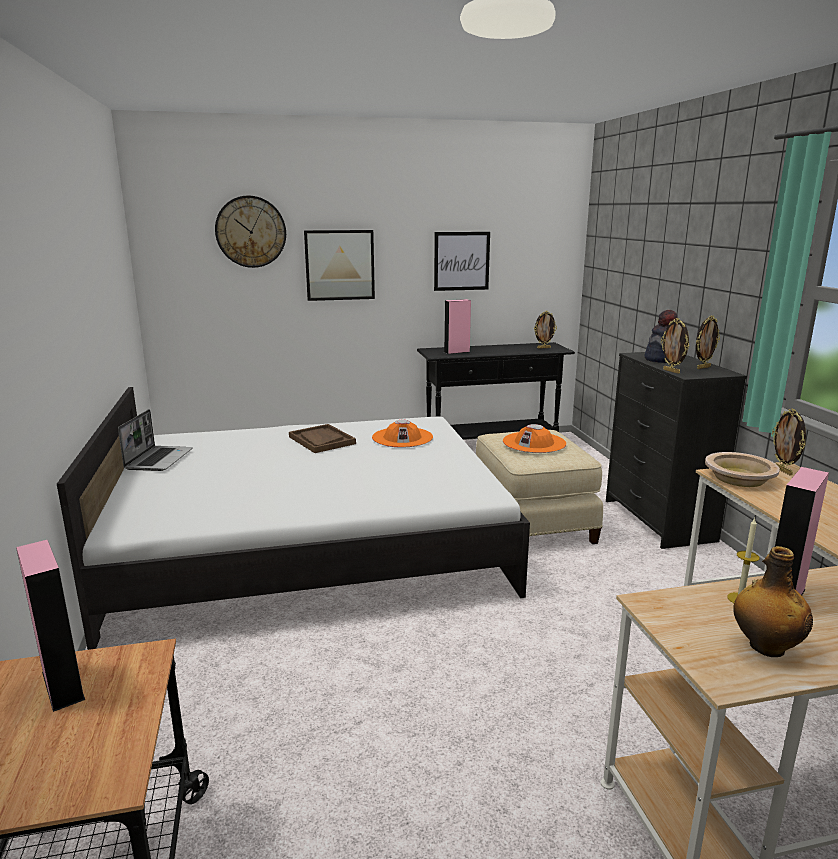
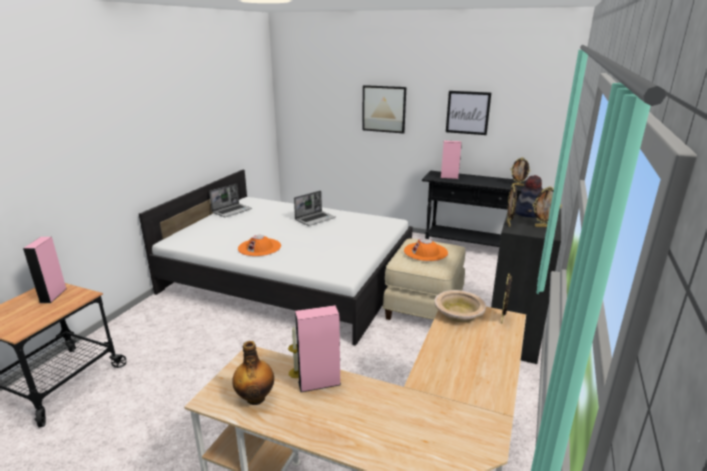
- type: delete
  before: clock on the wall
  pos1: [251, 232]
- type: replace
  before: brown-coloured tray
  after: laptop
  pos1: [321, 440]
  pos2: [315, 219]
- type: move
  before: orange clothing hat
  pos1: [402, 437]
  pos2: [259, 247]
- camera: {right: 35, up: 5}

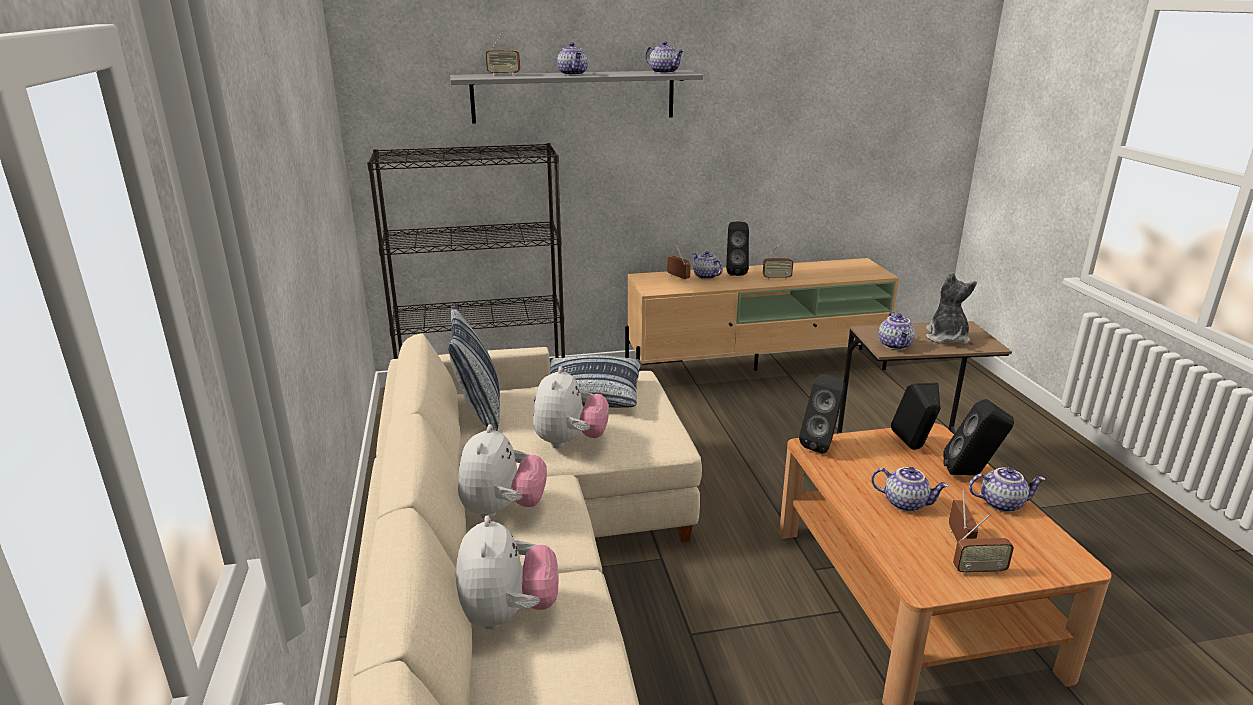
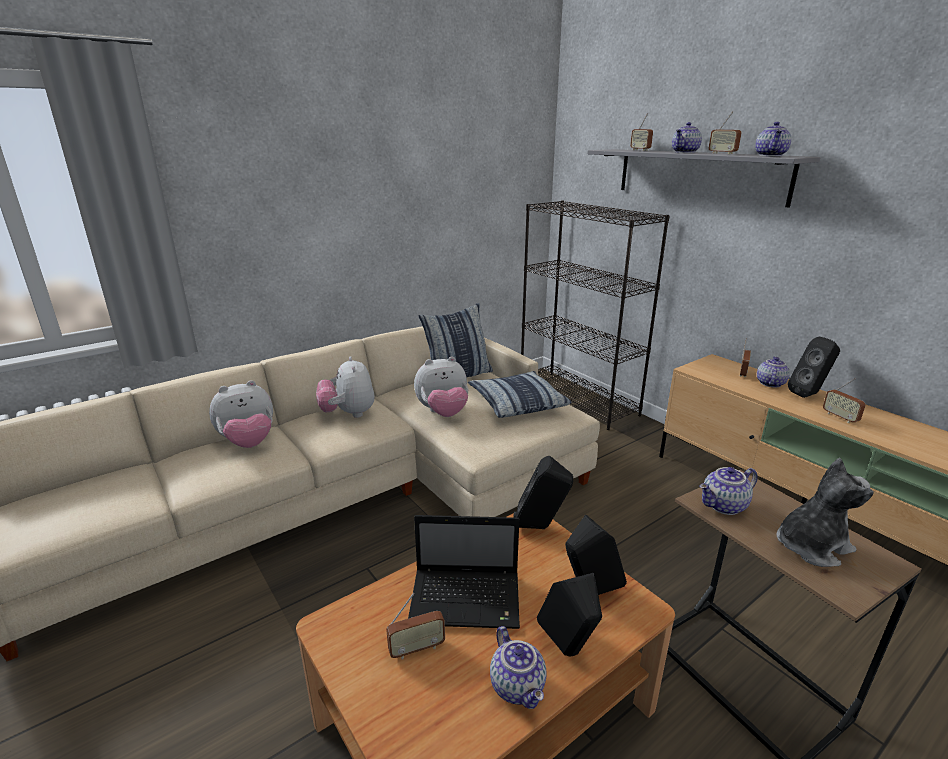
- type: rotate
  before: plush toy
  pos1: [502, 510]
  pos2: [348, 414]
  turn: 90
- type: replace
  before: pot for tea
  after: laptop
  pos1: [905, 503]
  pos2: [468, 599]
- type: move
  before: radio
  pos1: [979, 570]
  pos2: [722, 153]
- camera: {right: 65, up: 0}

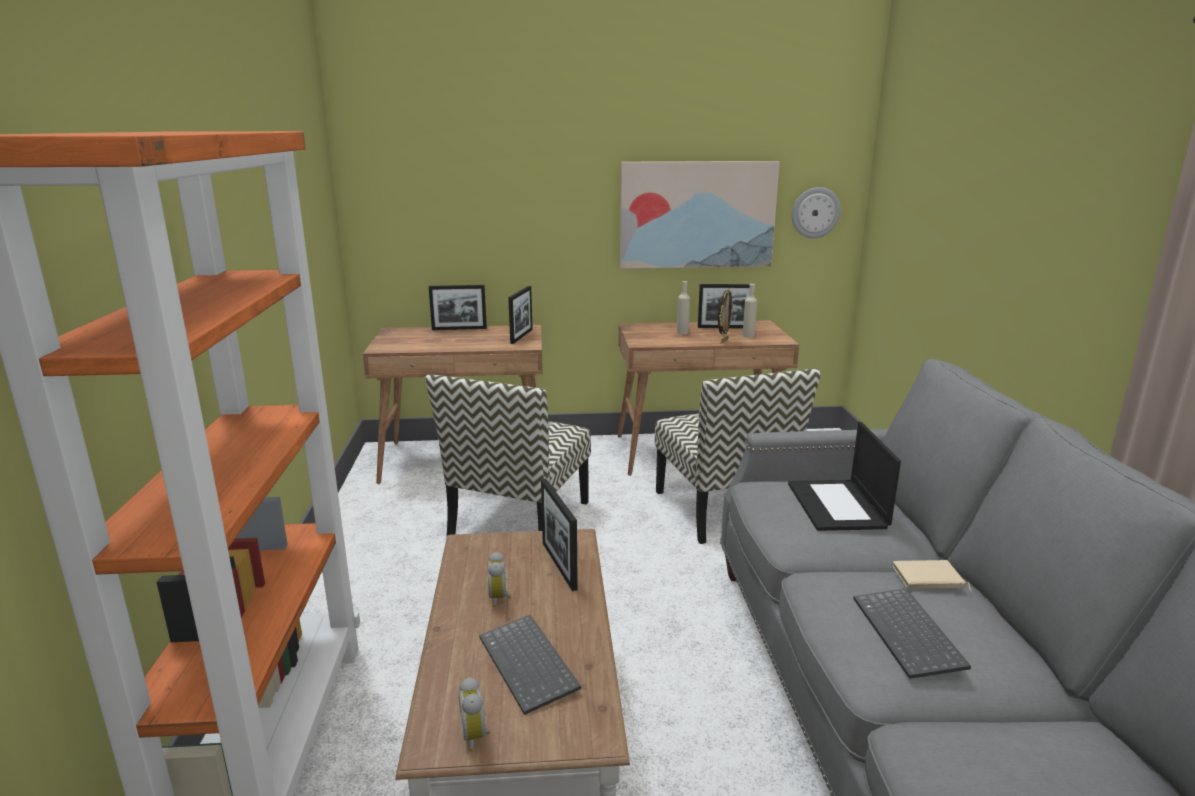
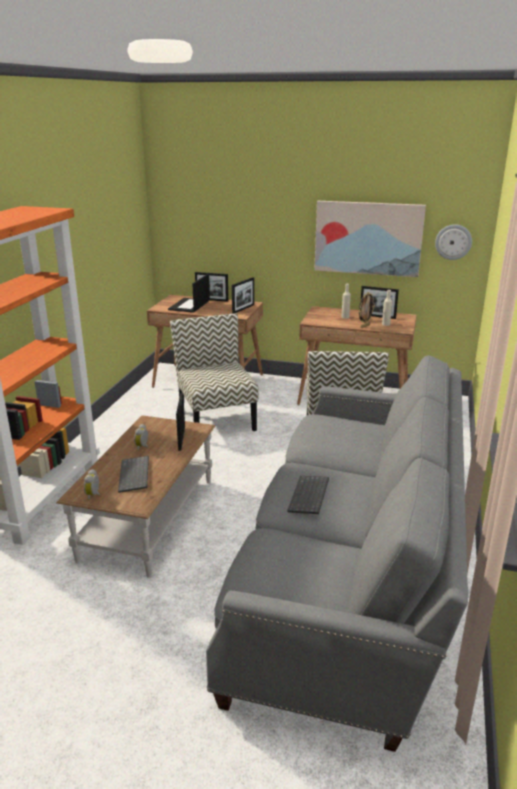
- type: rotate
  before: plain chair
  pos1: [519, 520]
  pos2: [216, 419]
  turn: 120
- type: move
  before: laptop
  pos1: [838, 506]
  pos2: [189, 306]
- type: delete
  before: beige book
  pos1: [928, 579]
- camera: {right: 20, up: 5}

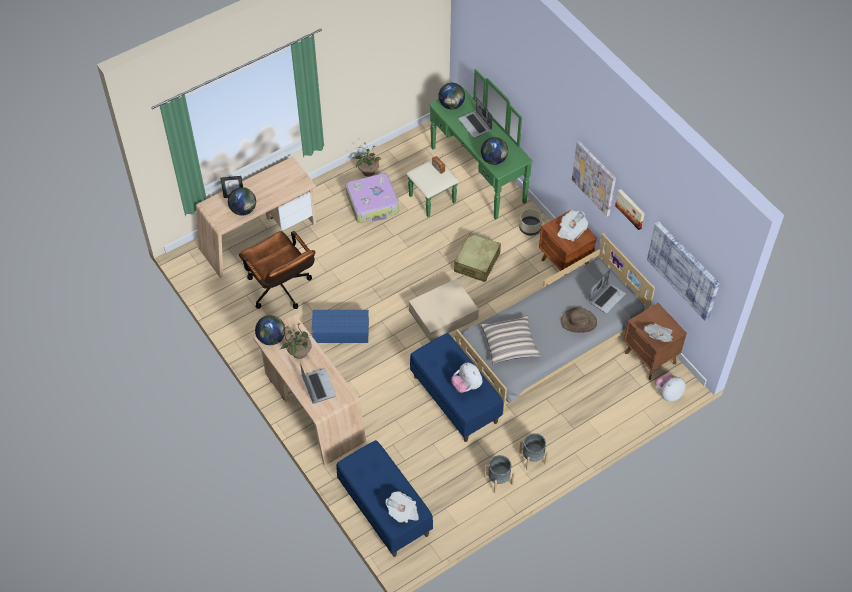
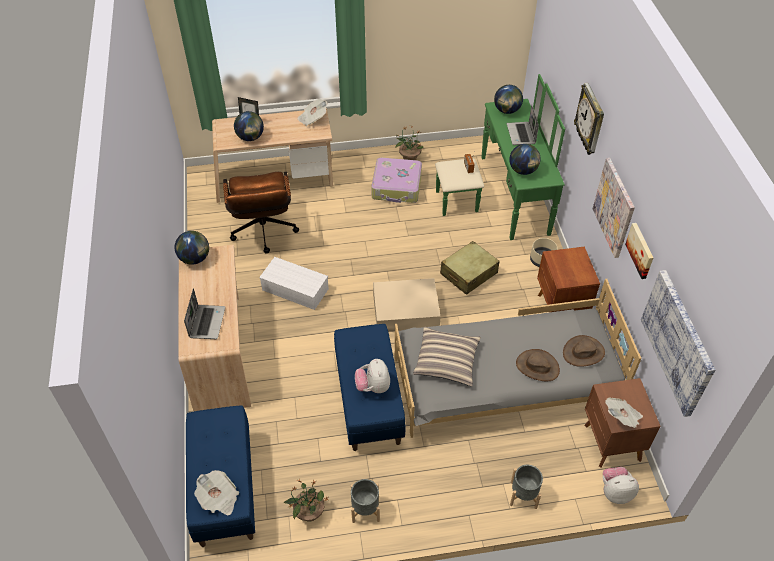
- type: move
  before: potted plant
  pos1: [299, 352]
  pos2: [309, 512]
- type: recolor
  before: bluish storage container
  after: white storage container
  pos1: [342, 330]
  pos2: [296, 289]
- type: move
  before: gray planter
  pos1: [532, 458]
  pos2: [523, 495]
- type: move
  before: newspaper
  pos1: [571, 230]
  pos2: [312, 118]
- type: replace
  before: laptop
  after: brown-coloured clothing hat
  pos1: [606, 297]
  pos2: [583, 352]
- type: insert
  after: clock on the wall
  pos2: [590, 120]
- camera: {right: 25, up: -5}

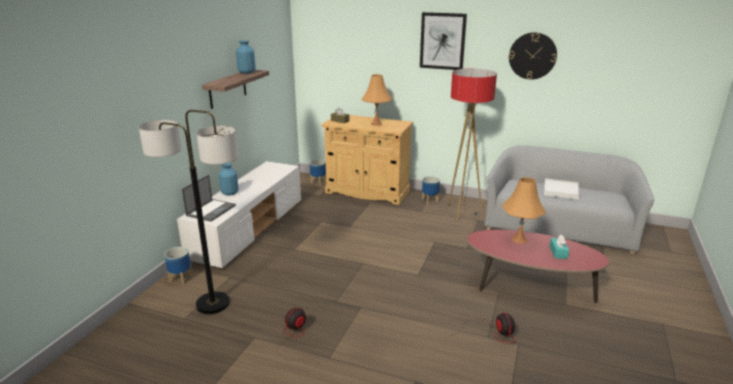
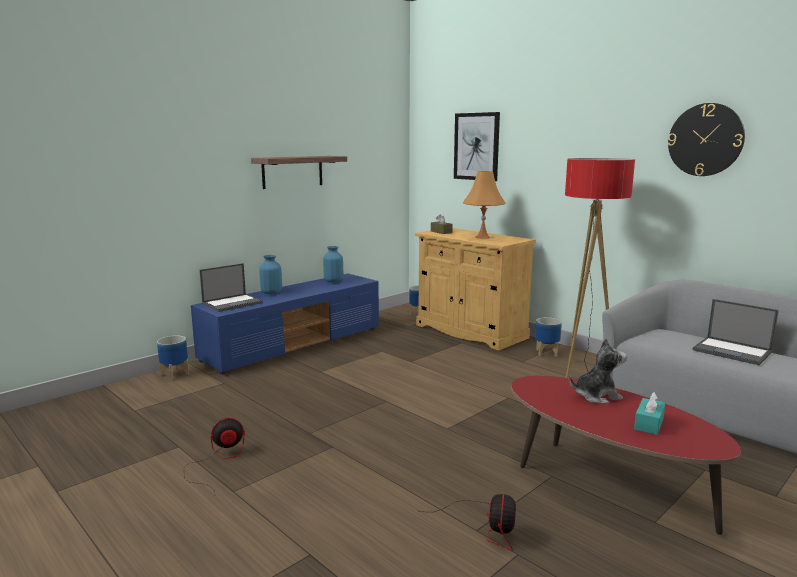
- type: delete
  before: standing lamp
  pos1: [212, 304]
- type: recolor
  before: white tv unit
  after: bluish tv unit
  pos1: [249, 228]
  pos2: [294, 343]
- type: move
  before: bluish vase
  pos1: [246, 72]
  pos2: [333, 281]
- type: move
  before: picture
  pos1: [442, 41]
  pos2: [476, 146]
- type: replace
  before: orange tabletop lamp
  after: plush toy
  pos1: [519, 239]
  pos2: [596, 396]
- type: replace
  before: white tray
  after: laptop
  pos1: [561, 190]
  pos2: [733, 351]
- camera: {right: 25, up: -10}

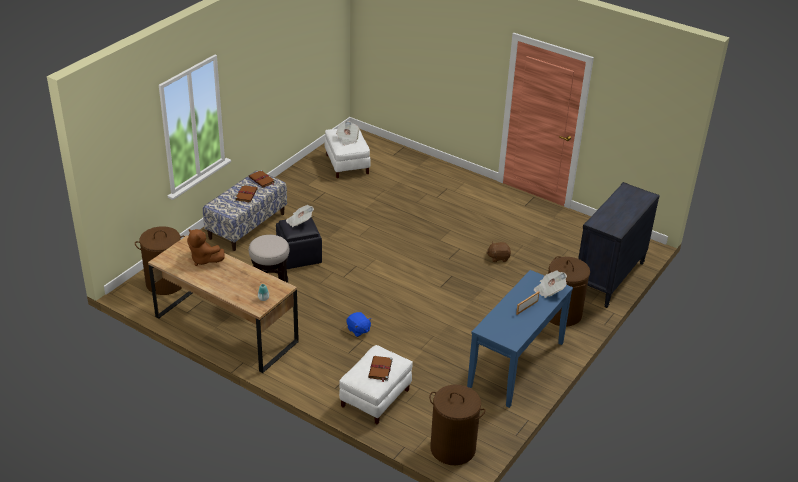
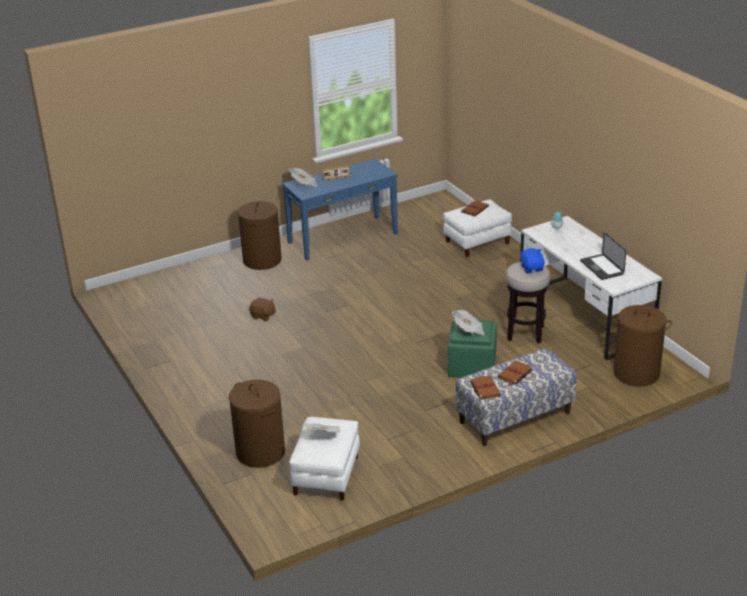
- type: recolor
  before: brown-coloured desk unit
  after: white desk unit
  pos1: [226, 329]
  pos2: [584, 316]
- type: replace
  before: brown-coloured plush toy
  after: laptop
  pos1: [204, 260]
  pos2: [602, 268]
- type: recolor
  before: blackish footrest
  after: green footrest
  pos1: [298, 256]
  pos2: [472, 367]
- type: move
  before: bluish plush toy
  pos1: [358, 330]
  pos2: [532, 268]
- type: move
  before: brown-coloured washing basket
  pos1: [453, 448]
  pos2: [260, 452]
- type: delete
  before: blackish dresser
  pos1: [609, 279]
- camera: {right: -150, up: -5}

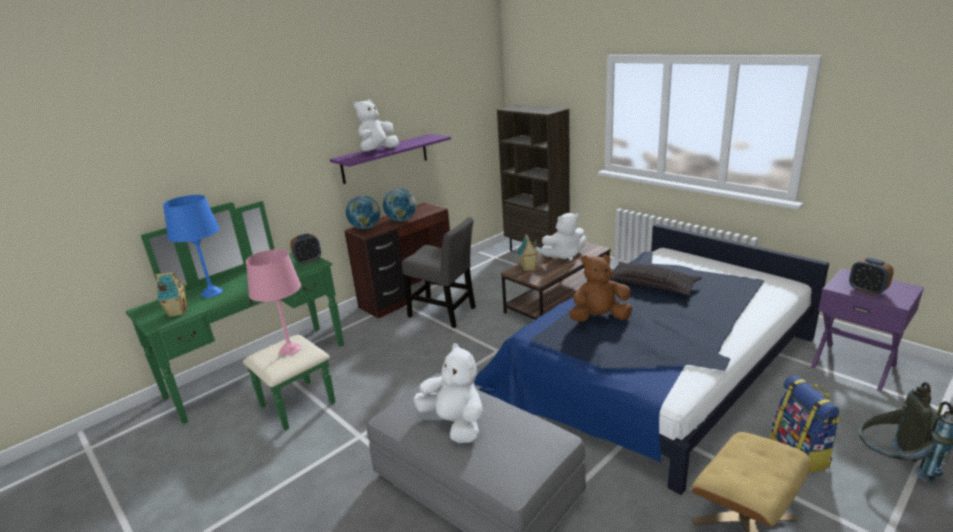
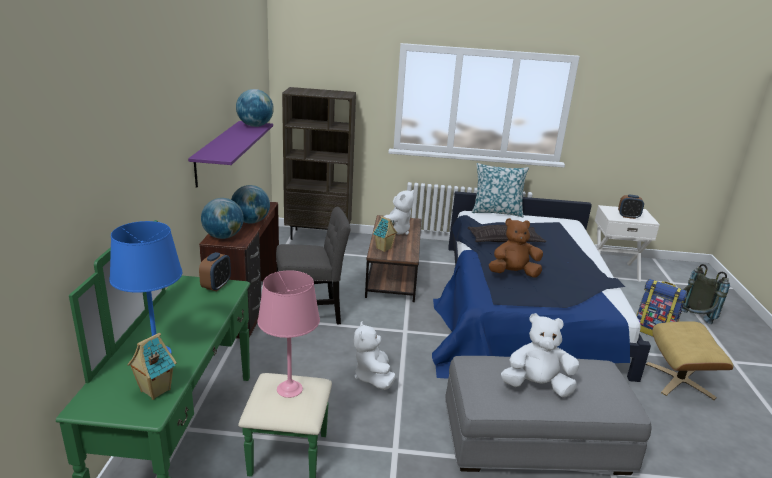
- type: move
  before: white plush toy
  pos1: [378, 151]
  pos2: [373, 377]
- type: rotate
  before: brown-coloured plush toy
  pos1: [599, 318]
  pos2: [513, 273]
  turn: 45
- type: recolor
  before: purple-coloured bedside table
  after: white bedside table
  pos1: [853, 365]
  pos2: [613, 270]
- type: insert
  after: world globe
  pos2: [255, 126]
- type: insert
  after: throw pillow
  pos2: [496, 212]
- camera: {right: -45, up: 0}

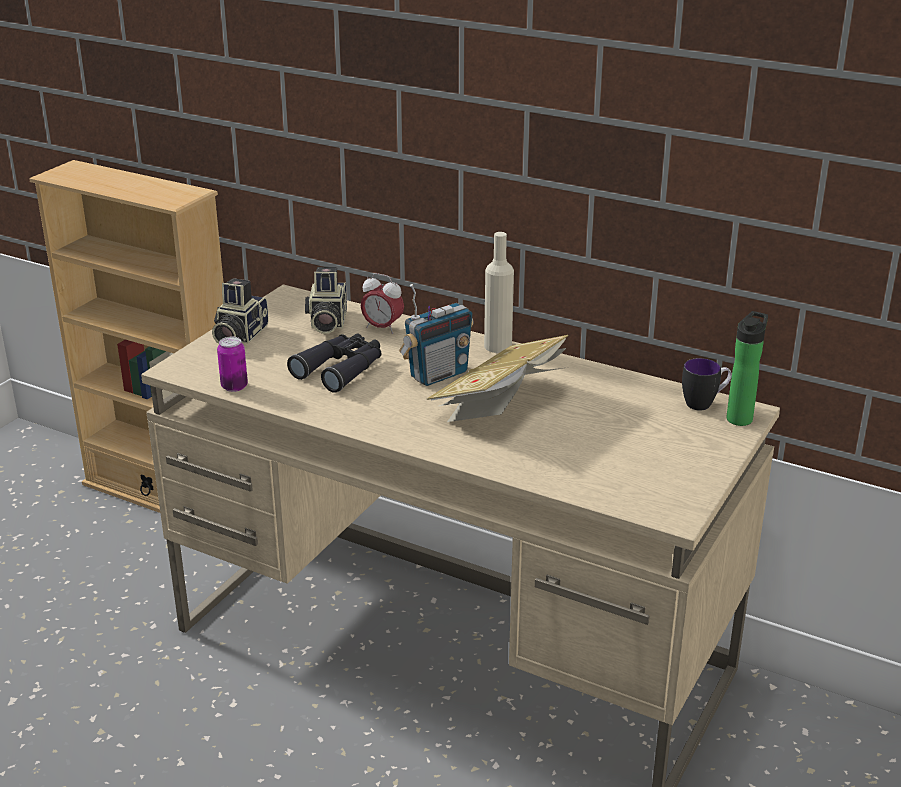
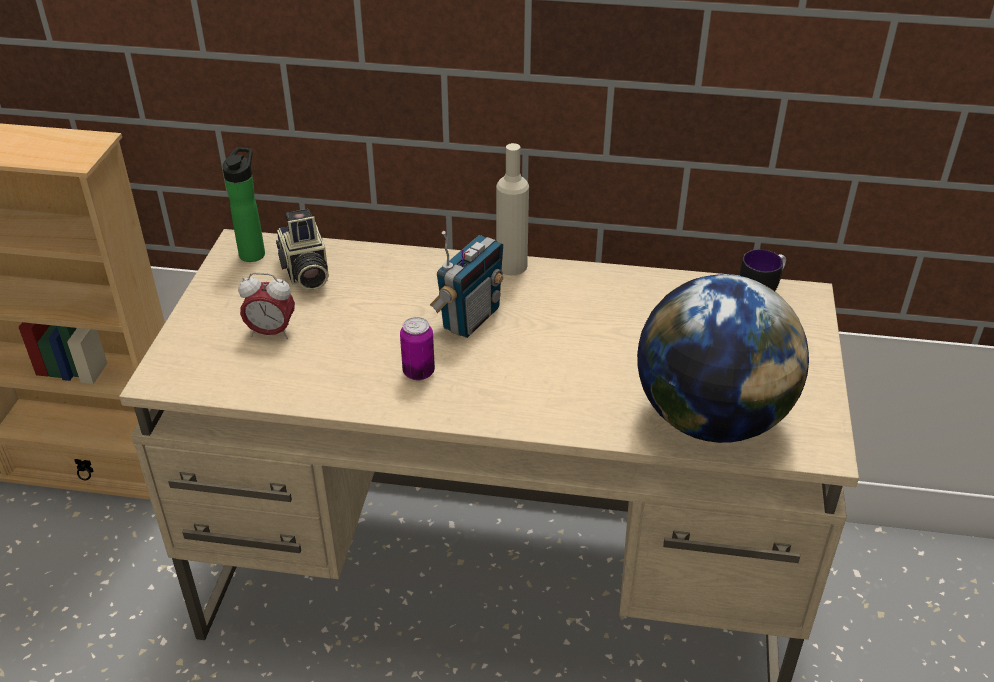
- type: delete
  before: still camera
  pos1: [238, 335]
- type: move
  before: metal can
  pos1: [234, 386]
  pos2: [418, 372]
- type: delete
  before: blackish binoculars
  pos1: [341, 369]
- type: move
  before: table clock
  pos1: [382, 328]
  pos2: [271, 332]
- type: delete
  before: book
  pos1: [502, 406]
- type: move
  before: bottle
  pos1: [740, 417]
  pos2: [253, 252]
- type: insert
  after: world globe
  pos2: [710, 418]
- camera: {right: -20, up: 10}

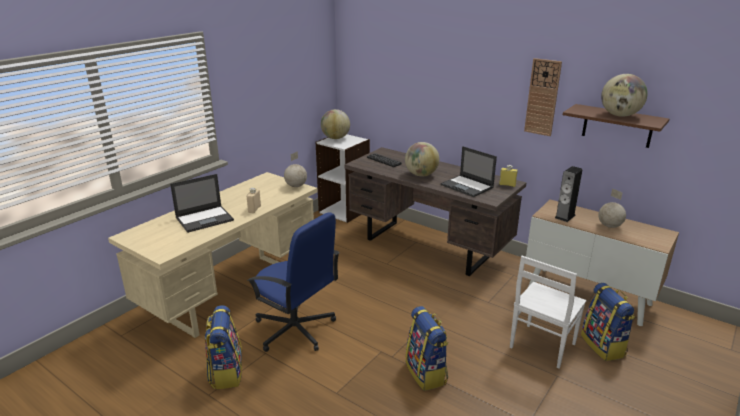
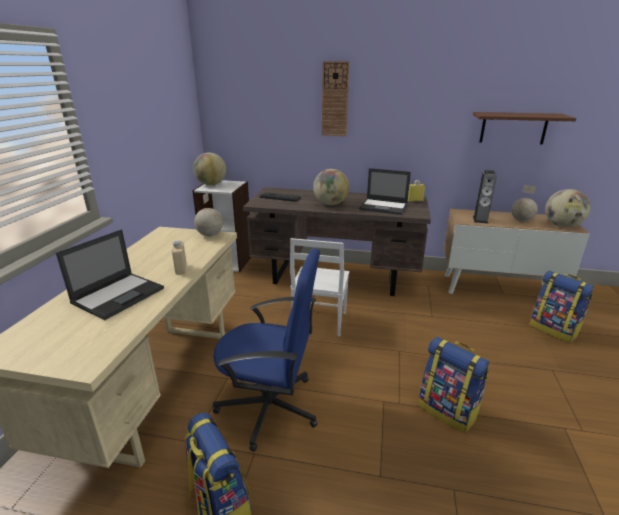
- type: move
  before: white plain chair
  pos1: [541, 346]
  pos2: [319, 322]
- type: move
  before: clock on the wall
  pos1: [542, 97]
  pos2: [335, 99]
- type: move
  before: world globe
  pos1: [619, 115]
  pos2: [562, 226]
- camera: {right: -25, up: 0}

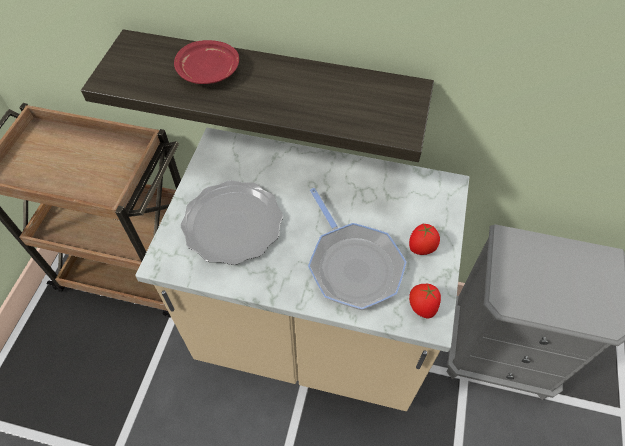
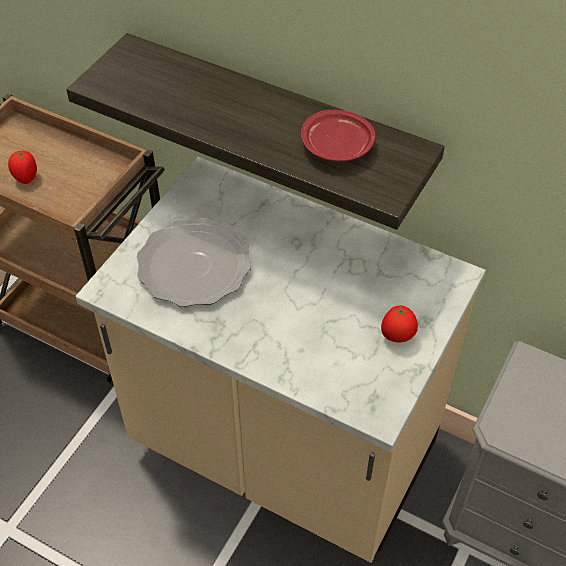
- type: move
  before: red dinner plate
  pos1: [209, 72]
  pos2: [337, 147]
- type: delete
  before: pan
  pos1: [352, 265]
- type: move
  before: whole tomato
  pos1: [421, 308]
  pos2: [26, 178]
- camera: {right: 15, up: -5}

